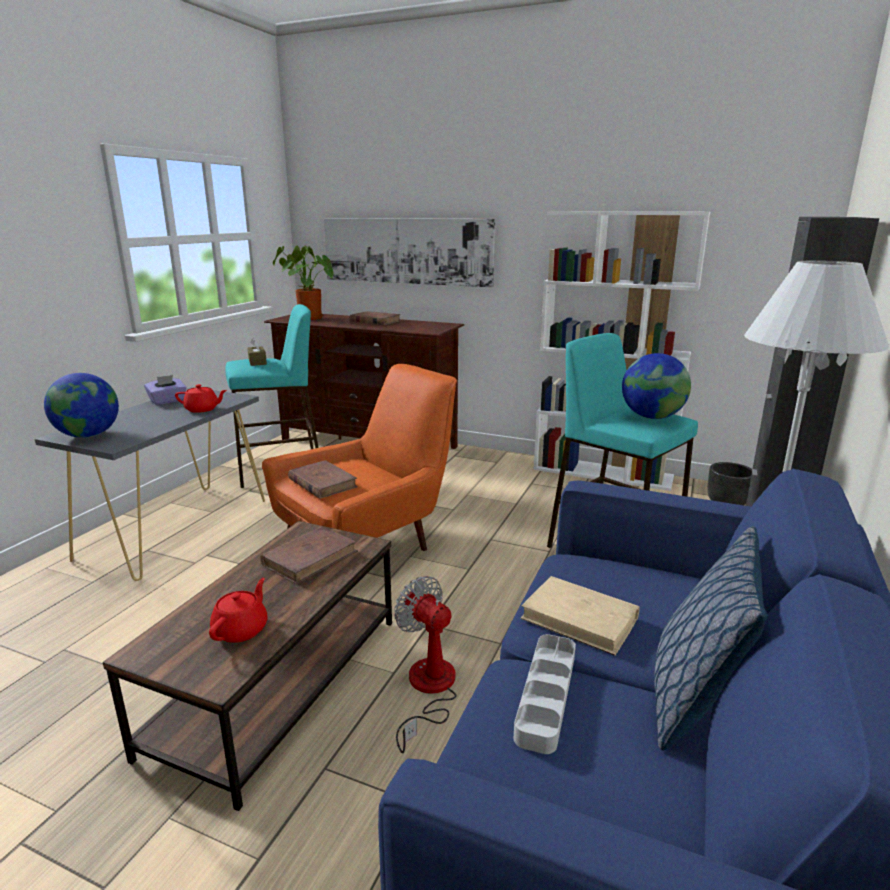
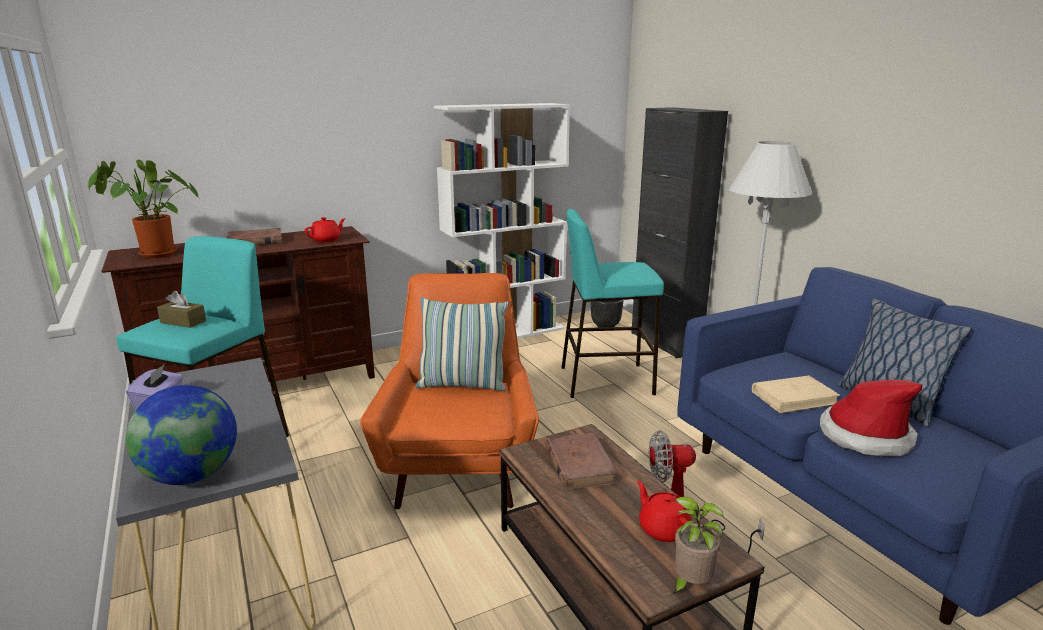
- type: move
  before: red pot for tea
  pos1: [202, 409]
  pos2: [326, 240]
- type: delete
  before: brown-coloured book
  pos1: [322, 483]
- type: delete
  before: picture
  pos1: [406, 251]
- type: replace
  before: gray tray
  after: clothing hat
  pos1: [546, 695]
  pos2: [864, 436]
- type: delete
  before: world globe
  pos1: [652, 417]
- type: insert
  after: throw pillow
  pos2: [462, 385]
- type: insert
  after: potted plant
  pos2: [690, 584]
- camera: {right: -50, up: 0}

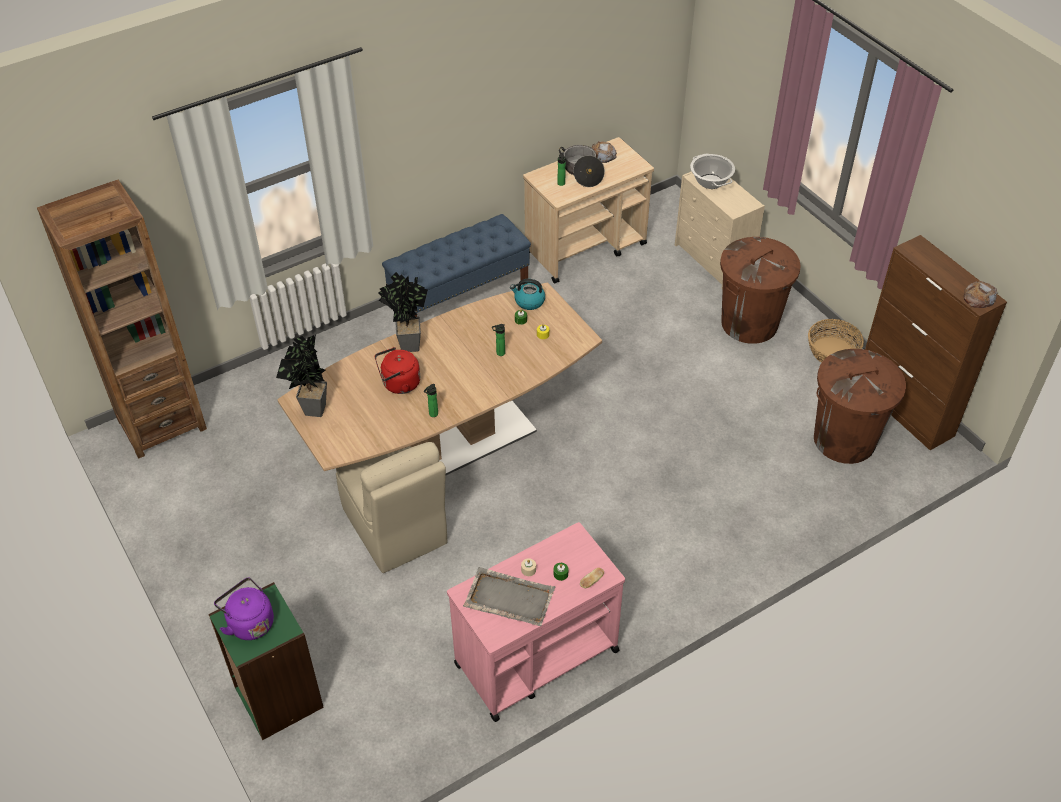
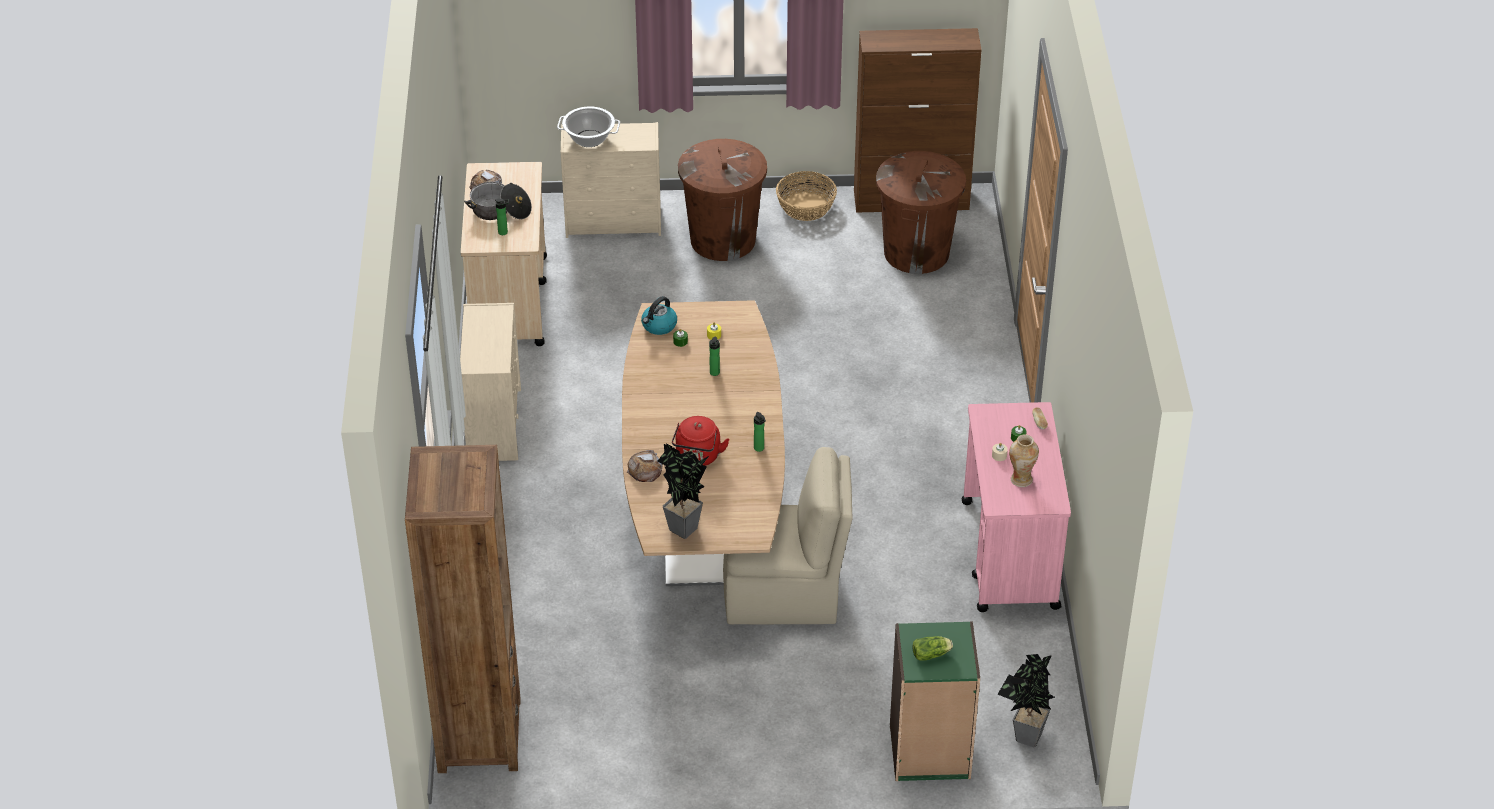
- type: replace
  before: purple-coloured kettle
  after: lettuce
  pos1: [249, 622]
  pos2: [932, 654]
- type: move
  before: potted plant
  pos1: [406, 344]
  pos2: [1024, 739]
- type: replace
  before: bluish indoor bench
  after: beige dresser
  pos1: [460, 296]
  pos2: [494, 424]
- type: replace
  before: gray tray
  after: vase
  pos1: [508, 598]
  pos2: [1021, 479]
- type: move
  before: baked bread
  pos1: [978, 298]
  pos2: [645, 469]
- camera: {right: -60, up: -5}

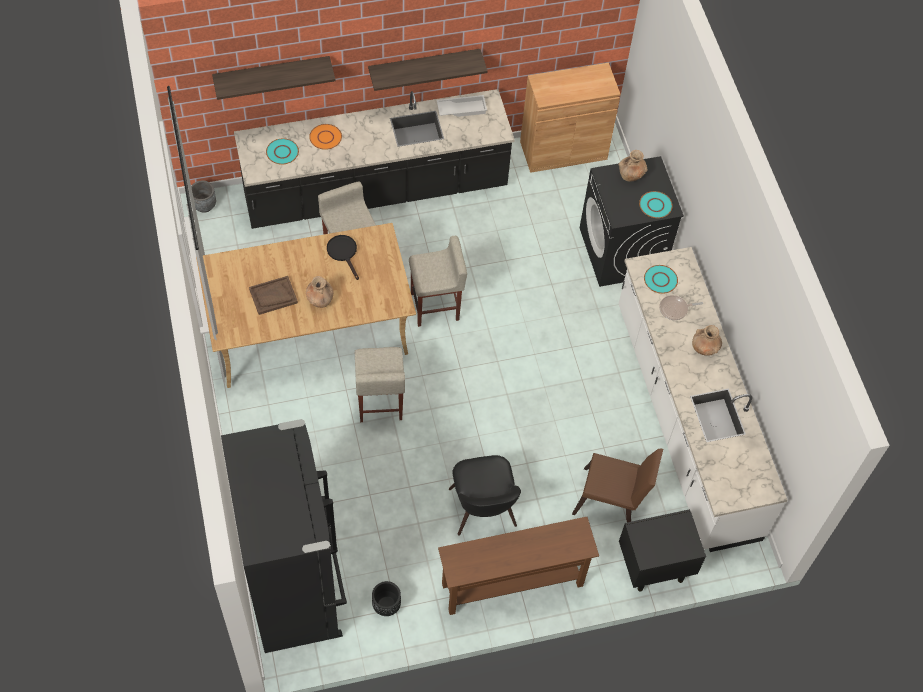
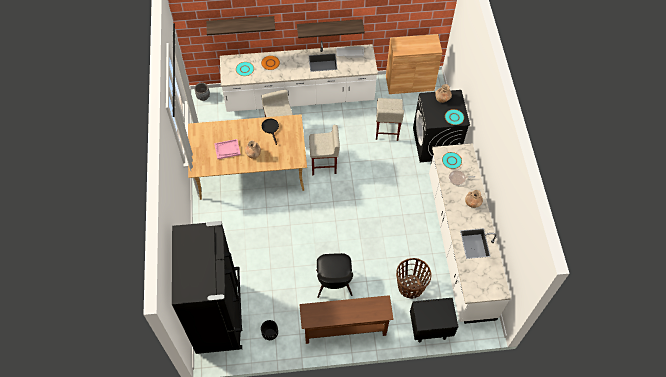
- type: recolor
  before: blackish kitchen counter
  after: white kitchen counter
  pos1: [375, 191]
  pos2: [299, 97]
- type: recolor
  before: brown-coloured tray
  after: pink-coloured tray
  pos1: [273, 296]
  pos2: [227, 149]
- type: move
  before: beige stool seat
  pos1: [380, 403]
  pos2: [386, 131]
- type: replace
  before: brown-coloured plain chair
  after: basket
  pos1: [612, 501]
  pos2: [410, 287]
- camera: {right: 10, up: 0}

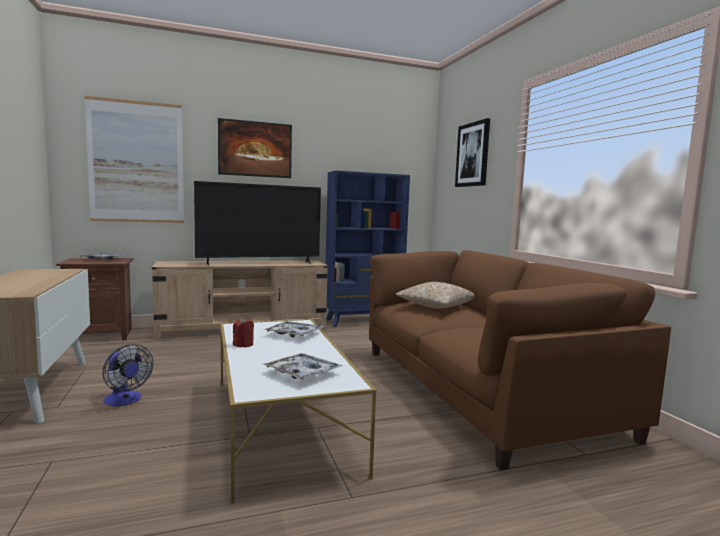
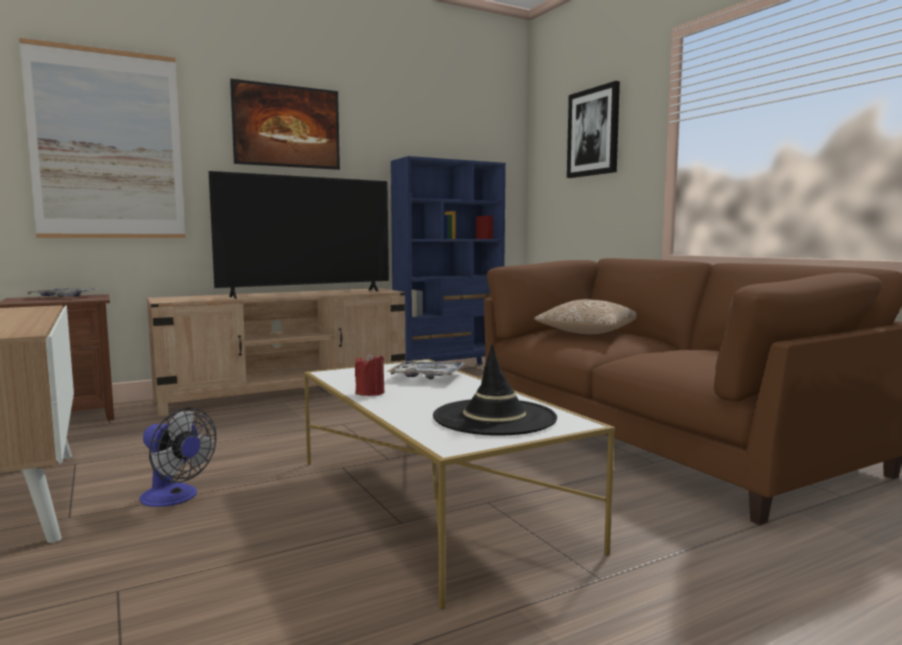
- type: replace
  before: tray
  after: blackish clothing hat
  pos1: [302, 373]
  pos2: [494, 418]
- camera: {right: -10, up: 0}

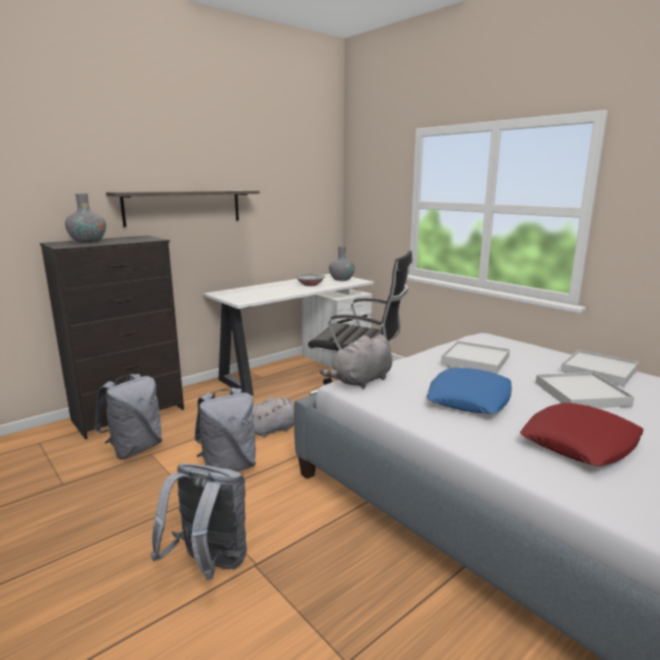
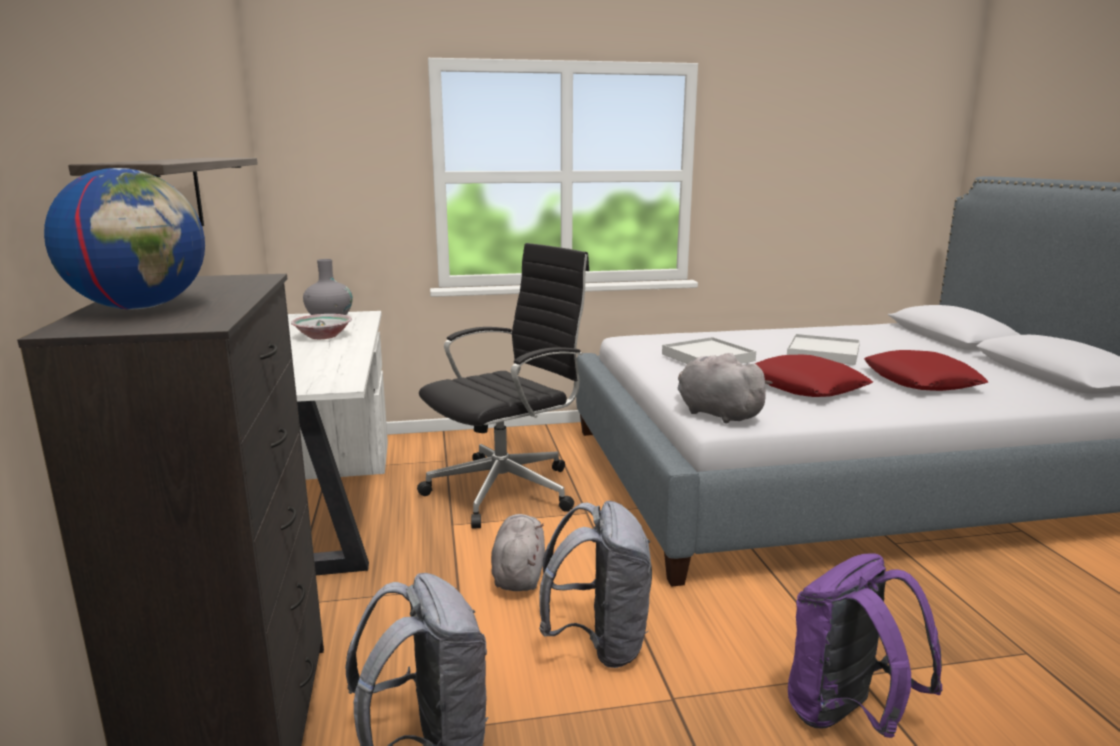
- type: replace
  before: gray vase
  after: world globe
  pos1: [88, 241]
  pos2: [140, 307]
- type: recolor
  before: gray rucksack
  after: purple-coloured rucksack
  pos1: [208, 565]
  pos2: [847, 716]
- type: rotate
  before: gray plush toy
  pos1: [361, 381]
  pos2: [716, 413]
  turn: 150
- type: recolor
  before: bluish throw pillow
  after: red throw pillow
  pos1: [469, 399]
  pos2: [806, 386]
- type: delete
  before: white tray
  pos1: [599, 370]
- camera: {right: -60, up: 0}

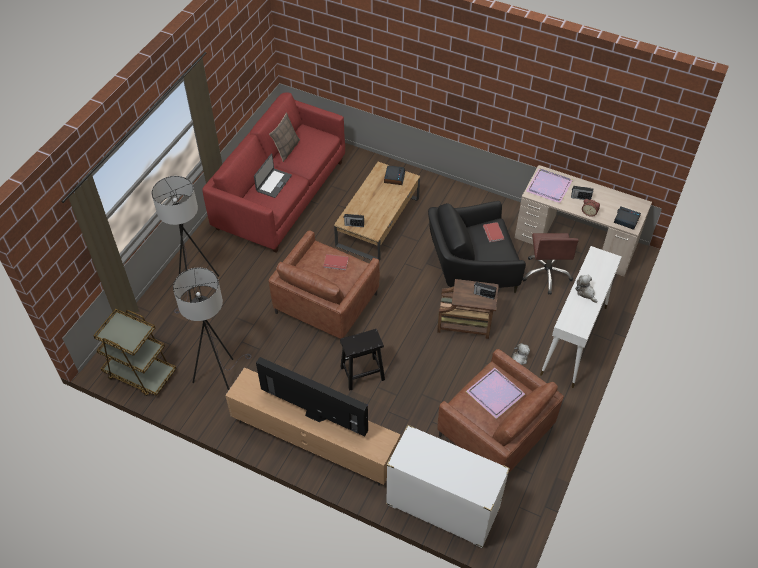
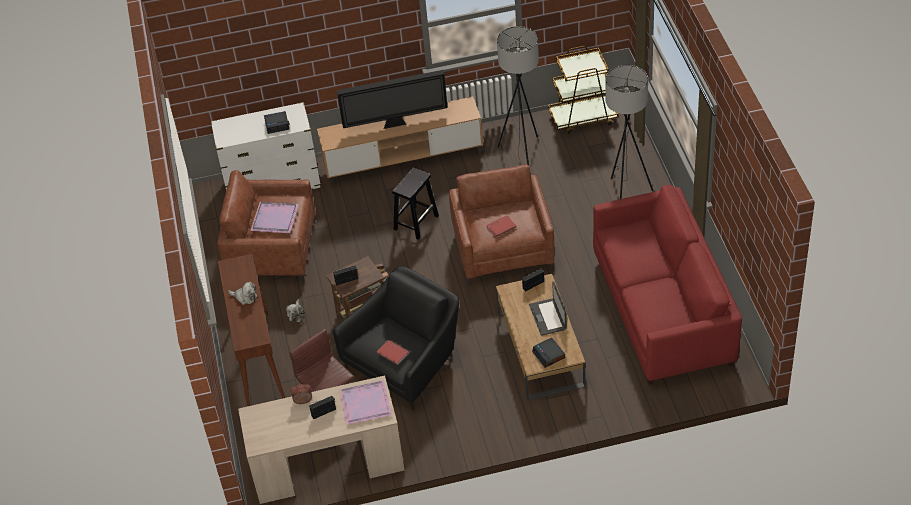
- type: move
  before: laptop
  pos1: [273, 183]
  pos2: [548, 317]
- type: delete
  before: throw pillow
  pos1: [286, 149]
- type: recolor
  before: white hall table
  after: brown-coloured hall table
  pos1: [574, 341]
  pos2: [258, 360]
- type: move
  before: table clock
  pos1: [626, 220]
  pos2: [277, 124]
- camera: {right: 145, up: -5}

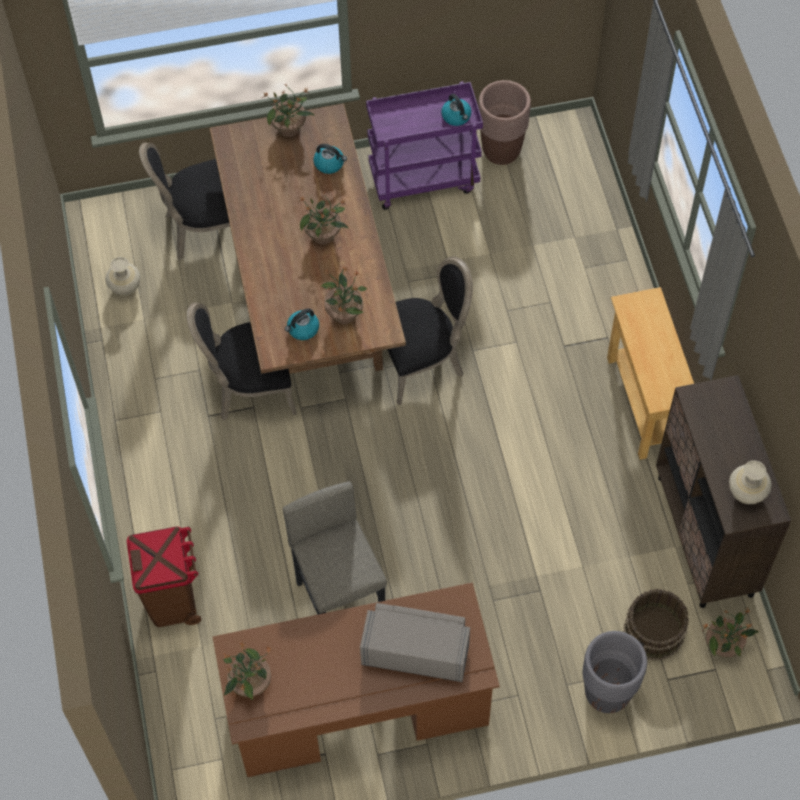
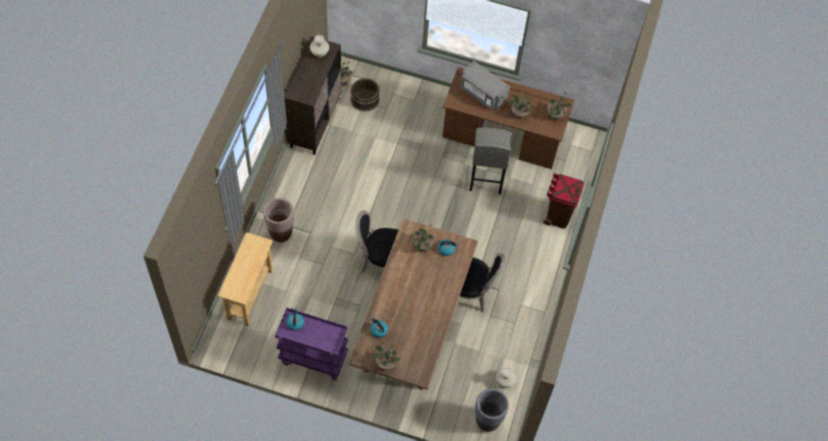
- type: delete
  before: blackish plain chair
  pos1: [202, 229]
- type: move
  before: potted plant
  pos1: [324, 235]
  pos2: [519, 113]
- type: move
  before: brown-coloured planter
  pos1: [501, 151]
  pos2: [281, 233]
- type: move
  before: gray planter
  pos1: [607, 693]
  pos2: [487, 421]
- type: move
  before: beige hall table
  pos1: [643, 404]
  pos2: [250, 294]
- camera: {right: -155, up: 0}

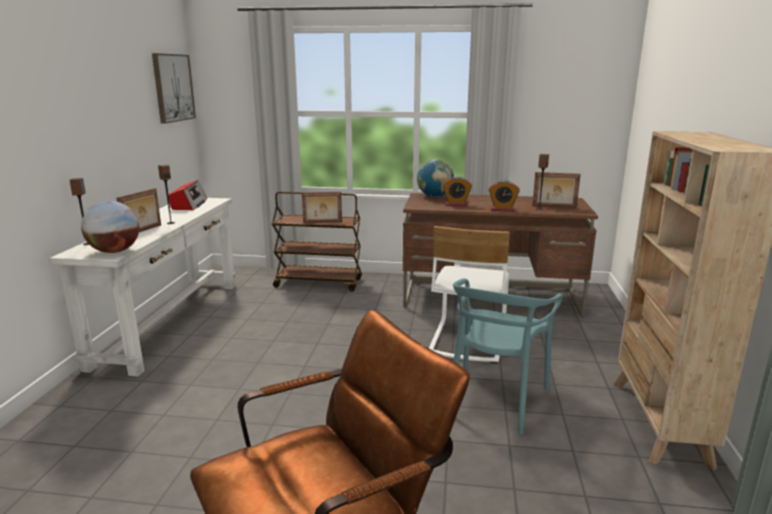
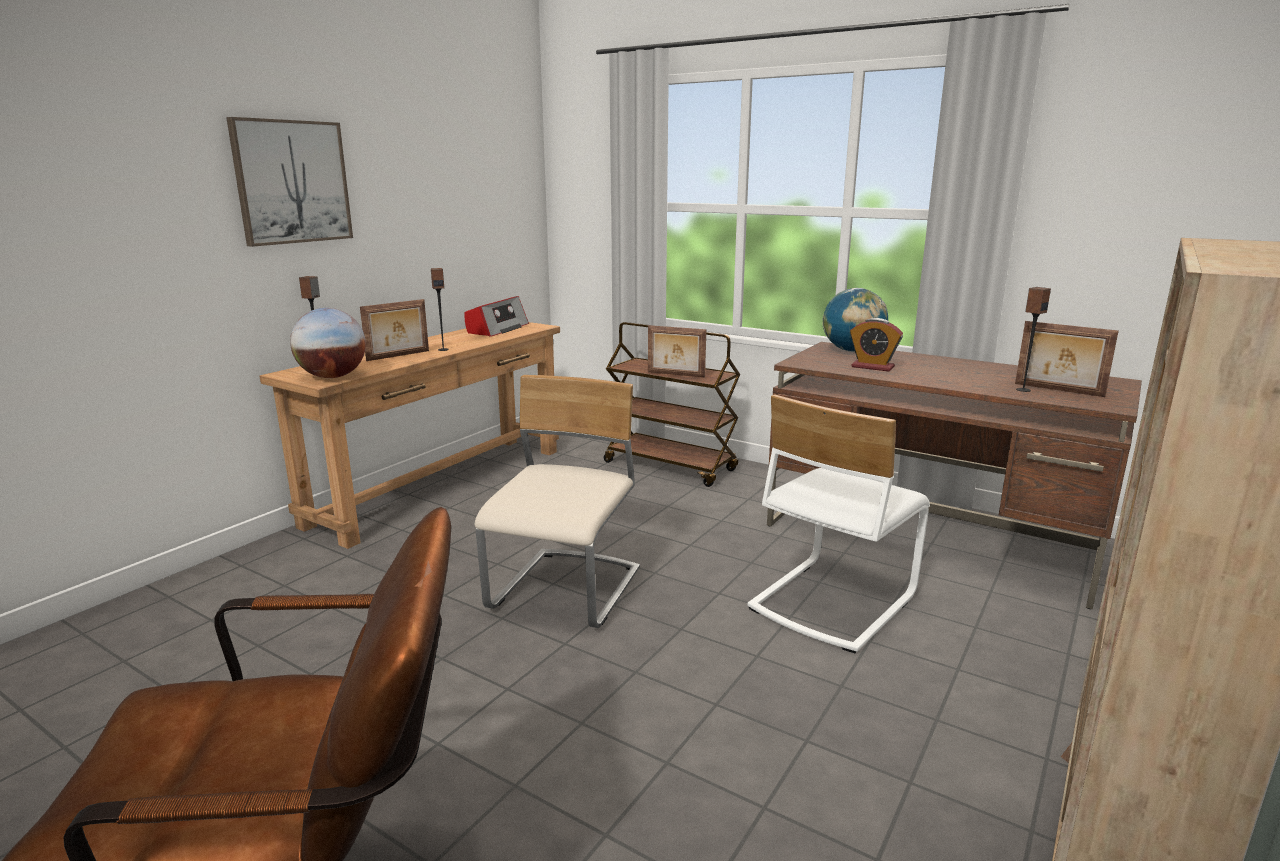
- type: recolor
  before: white hall table
  after: brown-coloured hall table
  pos1: [171, 322]
  pos2: [442, 485]
- type: move
  before: picture
  pos1: [173, 88]
  pos2: [292, 182]
- type: delete
  before: blue-green plain chair
  pos1: [495, 399]
- type: delete
  before: table clock
  pos1: [502, 209]
- type: insert
  after: beige plain chair
  pos2: [567, 591]
- camera: {right: 25, up: 0}

